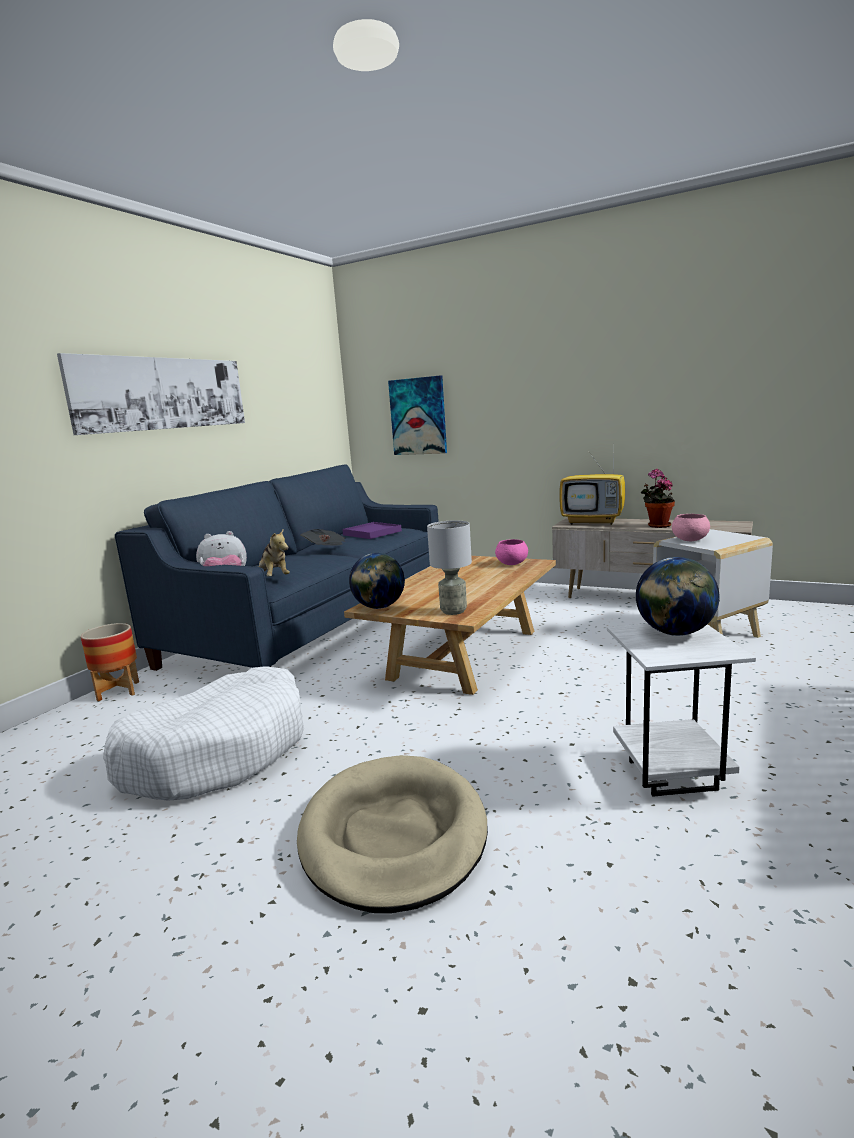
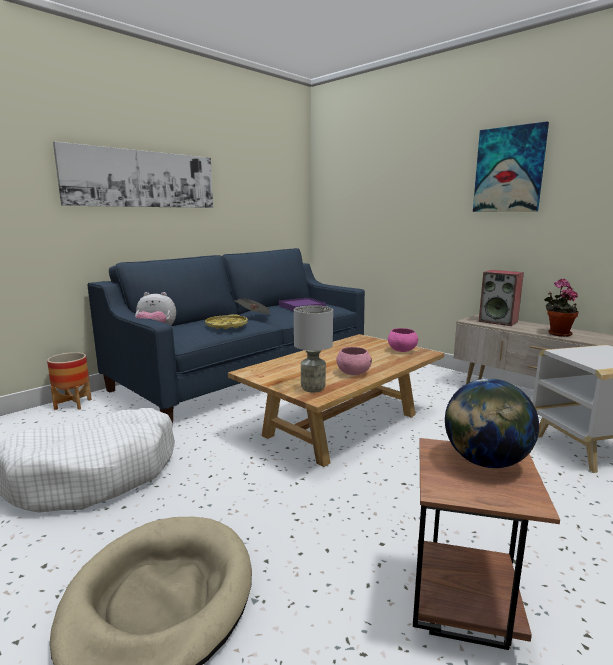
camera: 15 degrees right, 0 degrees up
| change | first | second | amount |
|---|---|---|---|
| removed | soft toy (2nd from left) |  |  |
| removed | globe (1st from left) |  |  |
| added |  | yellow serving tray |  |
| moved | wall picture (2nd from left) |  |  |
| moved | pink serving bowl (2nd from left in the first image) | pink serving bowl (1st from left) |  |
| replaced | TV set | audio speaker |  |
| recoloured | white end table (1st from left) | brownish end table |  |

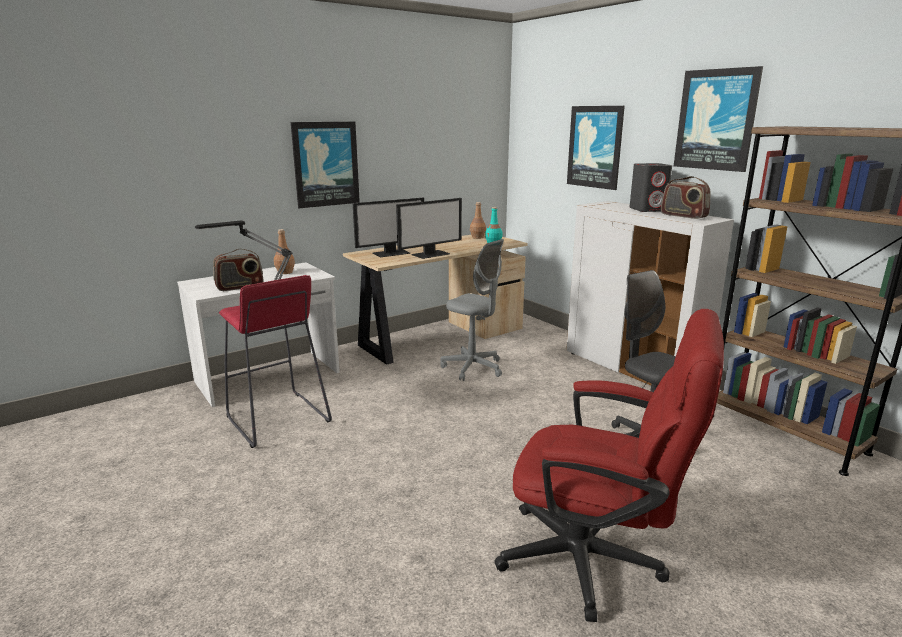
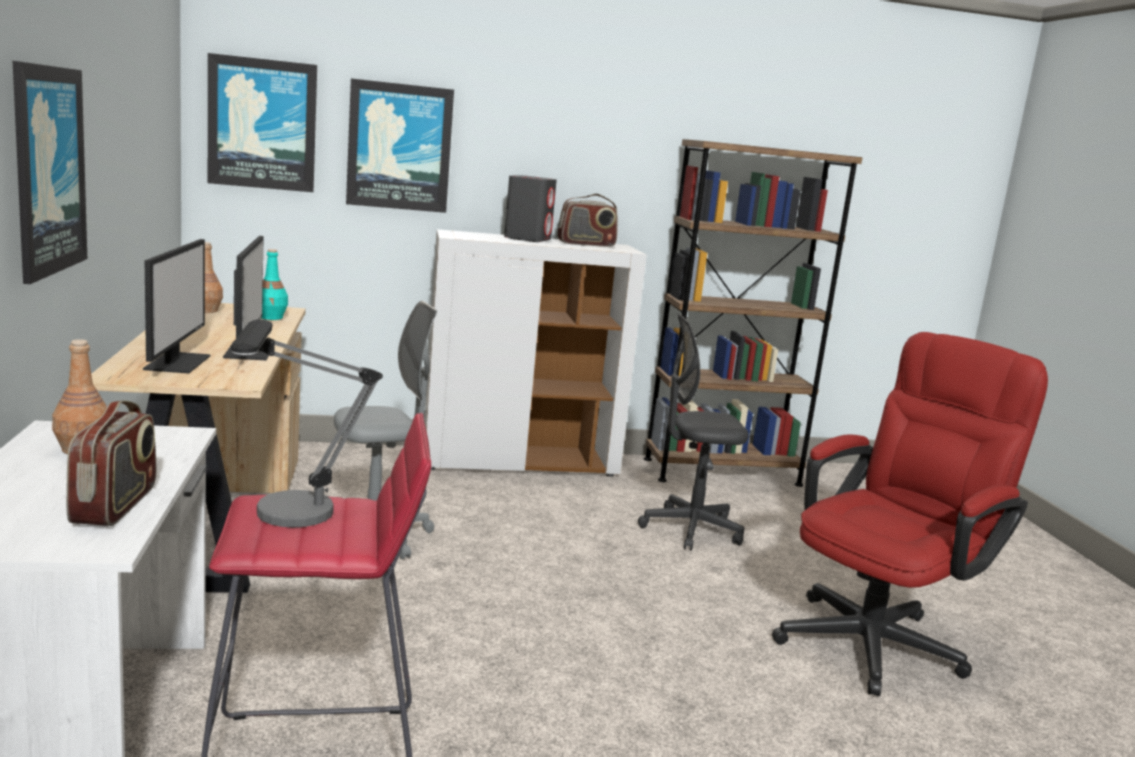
camera: 65 degrees left, 5 degrees down
| change | first | second | amount |
|---|---|---|---|
| moved | wall picture (3rd from left in the first image) | wall picture (2nd from left) |  |

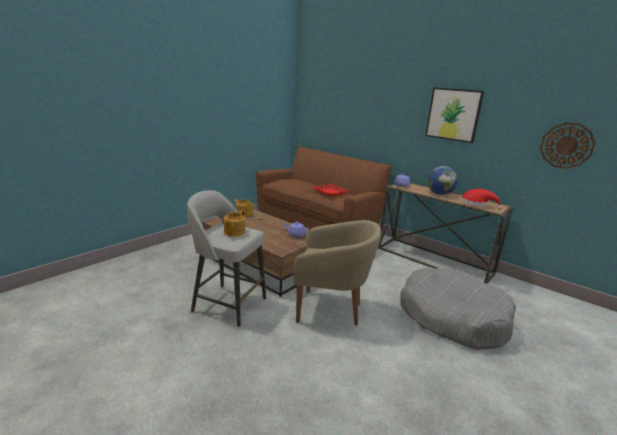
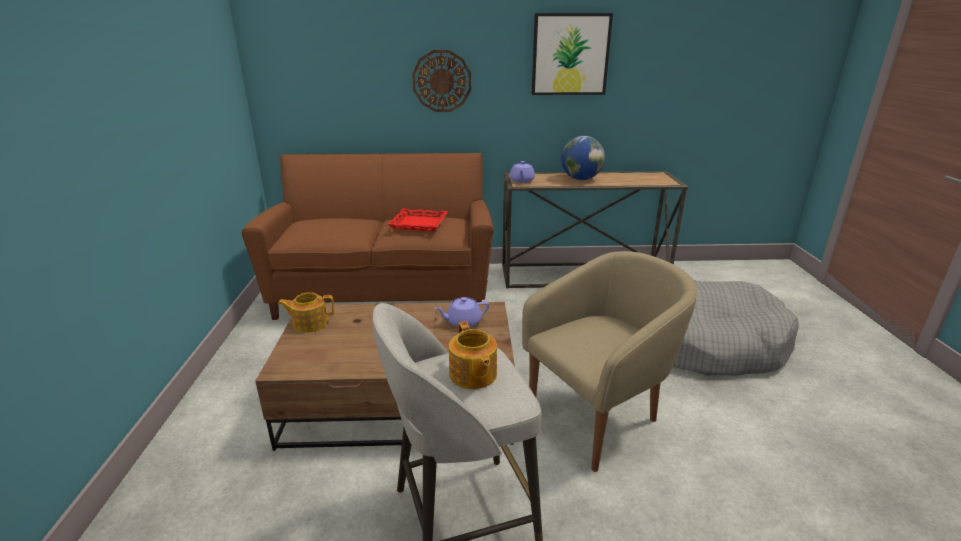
camera: 40 degrees left, 5 degrees up
| change | first | second | amount |
|---|---|---|---|
| removed | reddish wearable hat |  |  |
| moved | wall clock |  |  |

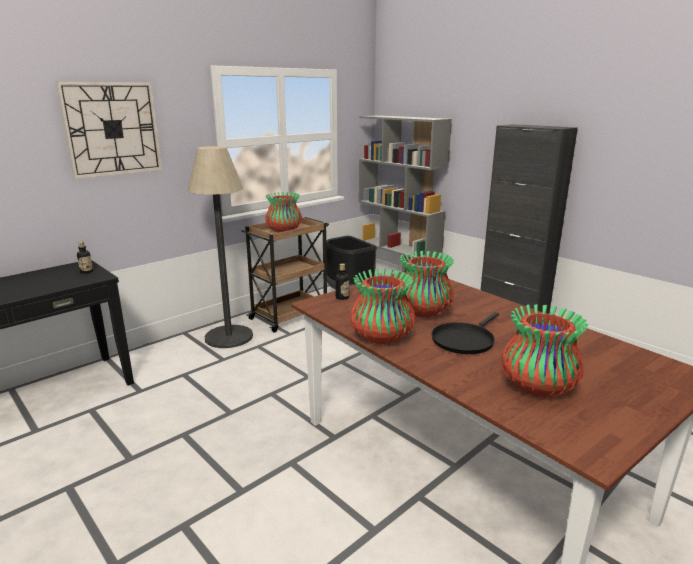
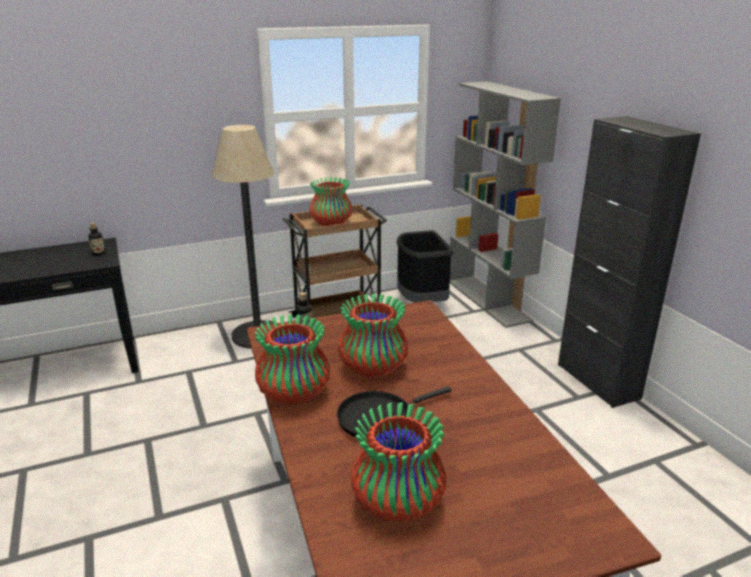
camera: 20 degrees right, 5 degrees up
| change | first | second | amount |
|---|---|---|---|
| removed | wall clock |  |  |

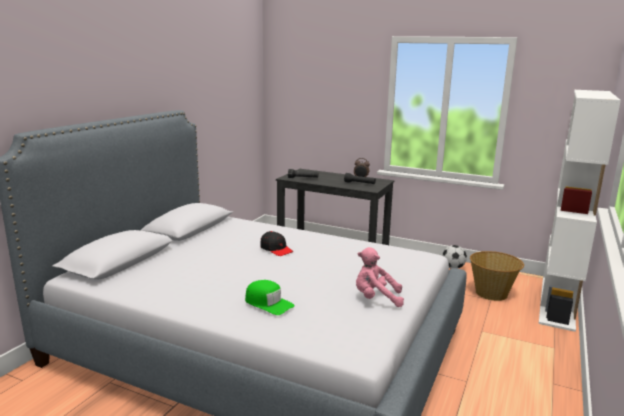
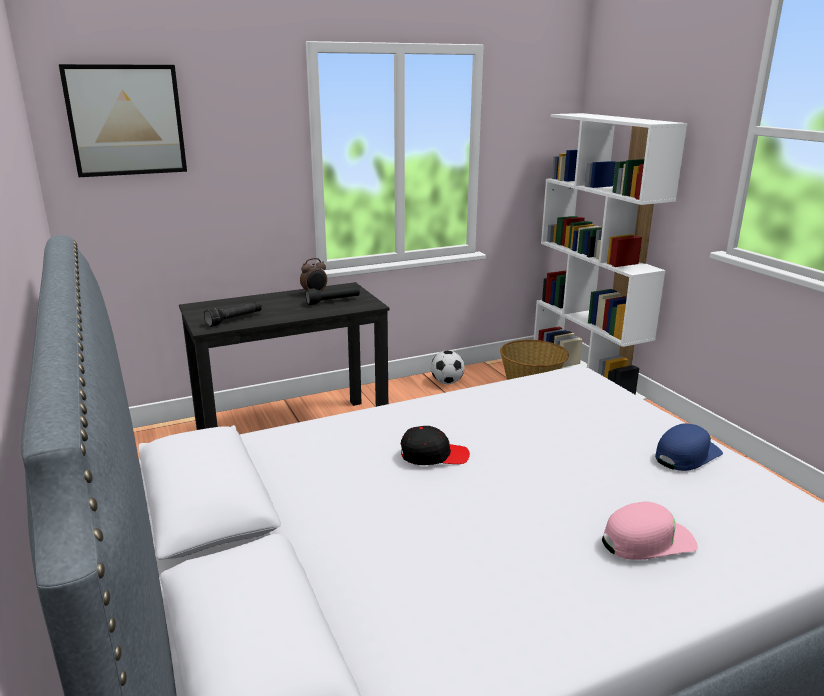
camera: 50 degrees left, 5 degrees up
| change | first | second | amount |
|---|---|---|---|
| added |  | wall picture |  |
| replaced | pink soft toy | bluish cap |  |
| recoloured | greenish cap | pink cap |  |

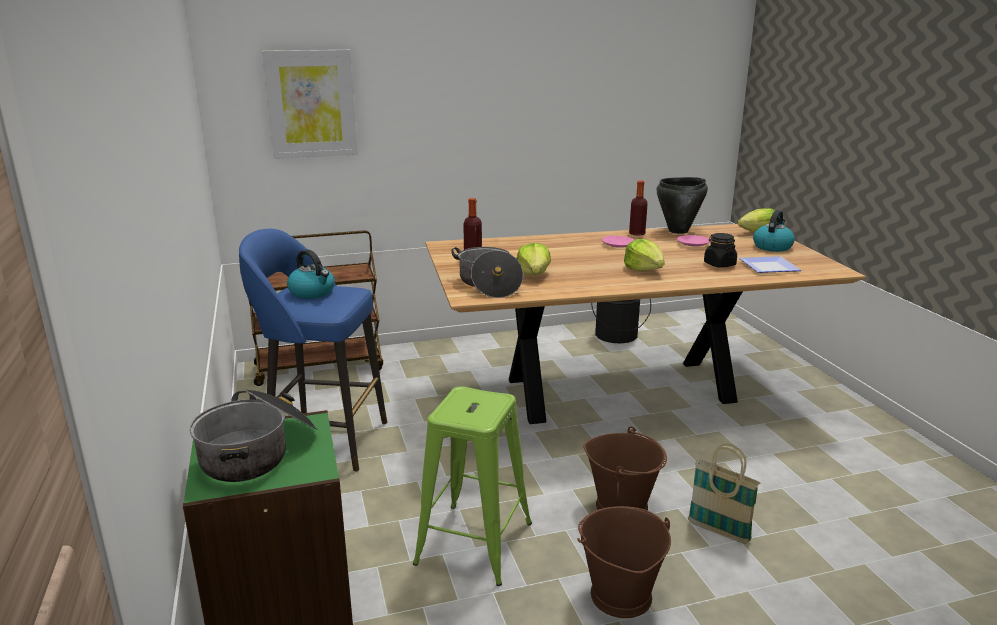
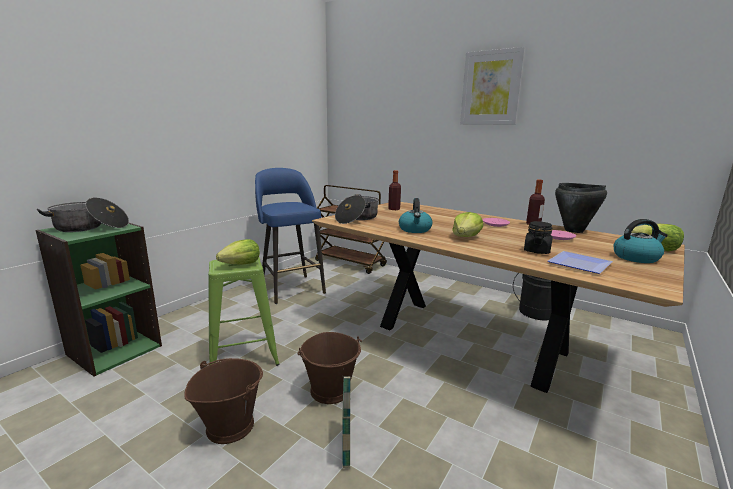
camera: 50 degrees right, 5 degrees down
| change | first | second | amount |
|---|---|---|---|
| moved | wall picture |  |  |
| moved | tea kettle (1st from left) |  |  |
| moved | lettuce (1st from left) |  |  |

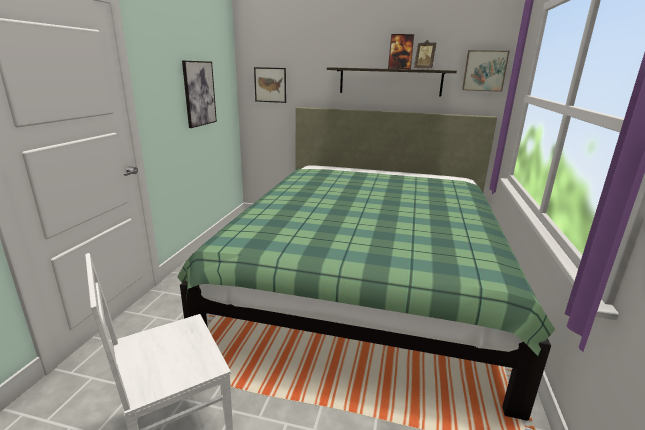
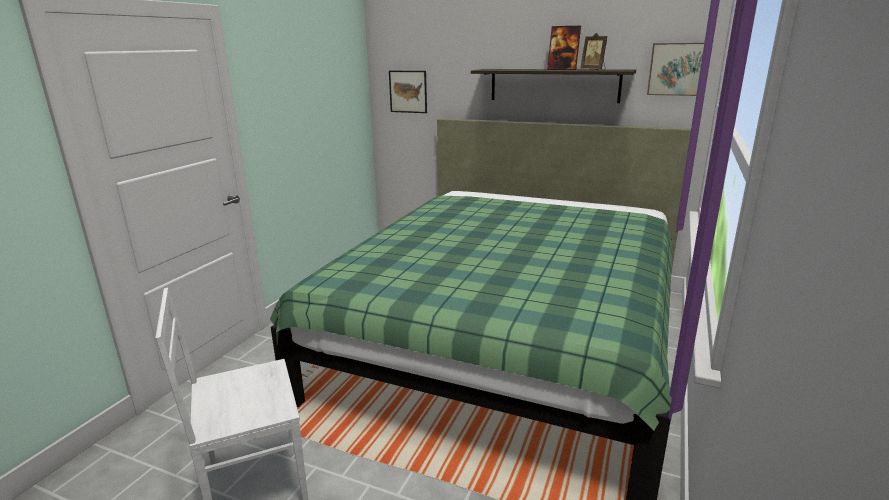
camera: 10 degrees right, 0 degrees up
| change | first | second | amount |
|---|---|---|---|
| removed | wall picture (1st from left) |  |  |

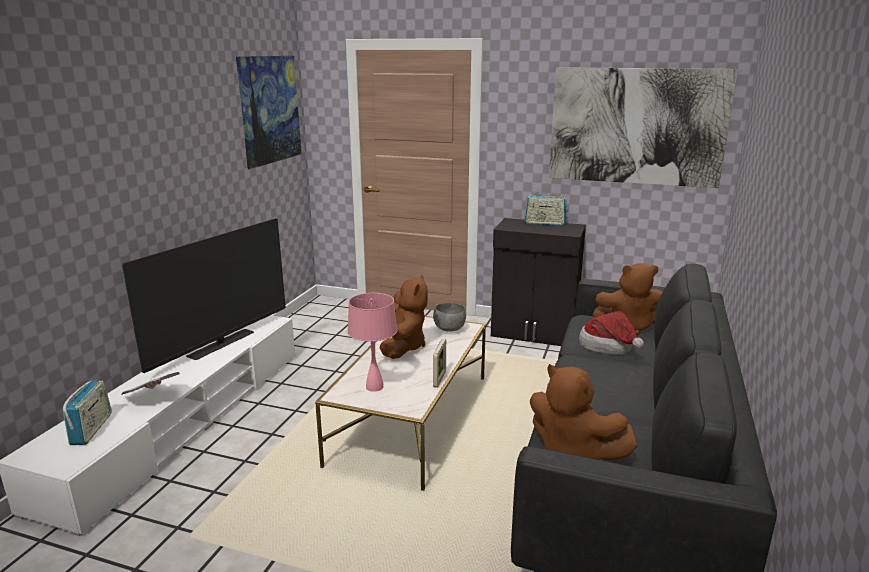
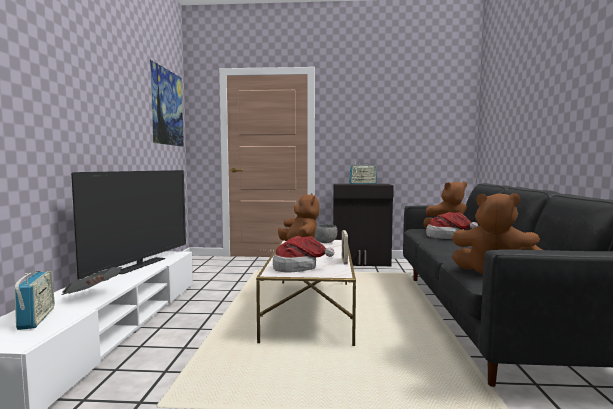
camera: 15 degrees left, 15 degrees down
| change | first | second | amount |
|---|---|---|---|
| removed | wall picture (2nd from left) |  |  |
| replaced | pink tabletop lamp | wearable hat (1st from left) |  |

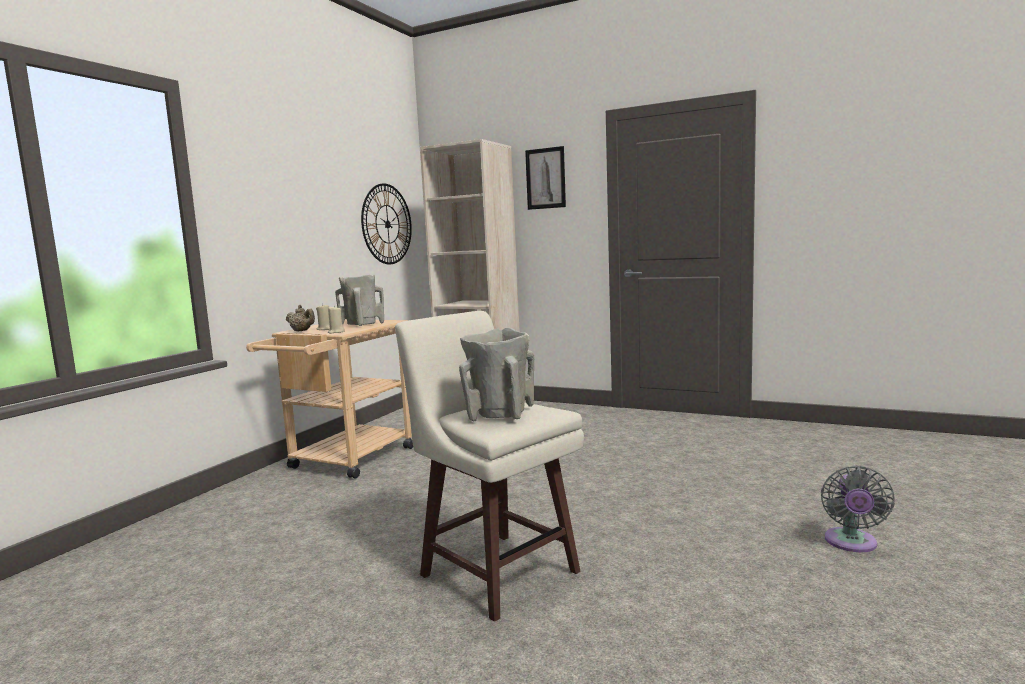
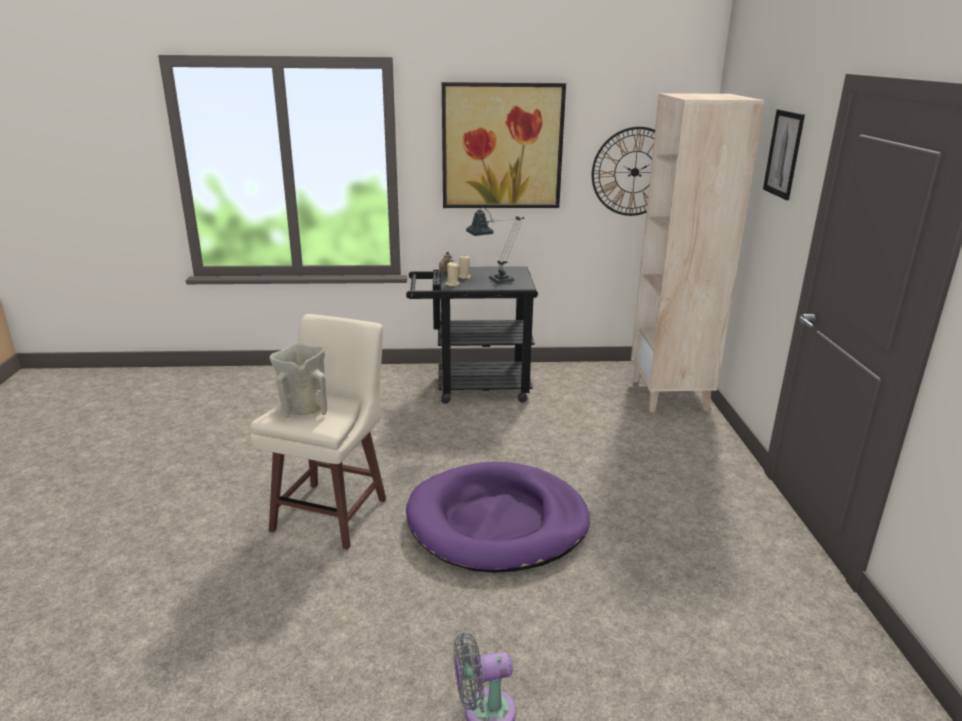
camera: 60 degrees right, 15 degrees up
| change | first | second | amount |
|---|---|---|---|
| added |  | purplish pet bed |  |
| added |  | wall picture (1st from left) |  |
| replaced | beige flower vase (1st from left) | tabletop lamp |  |
| recoloured | beige cart | black cart |  |

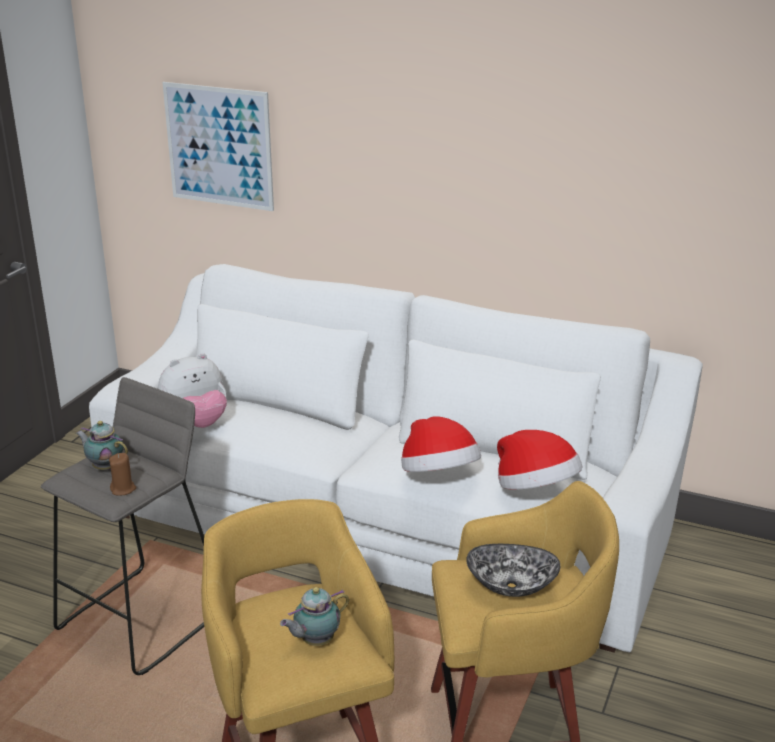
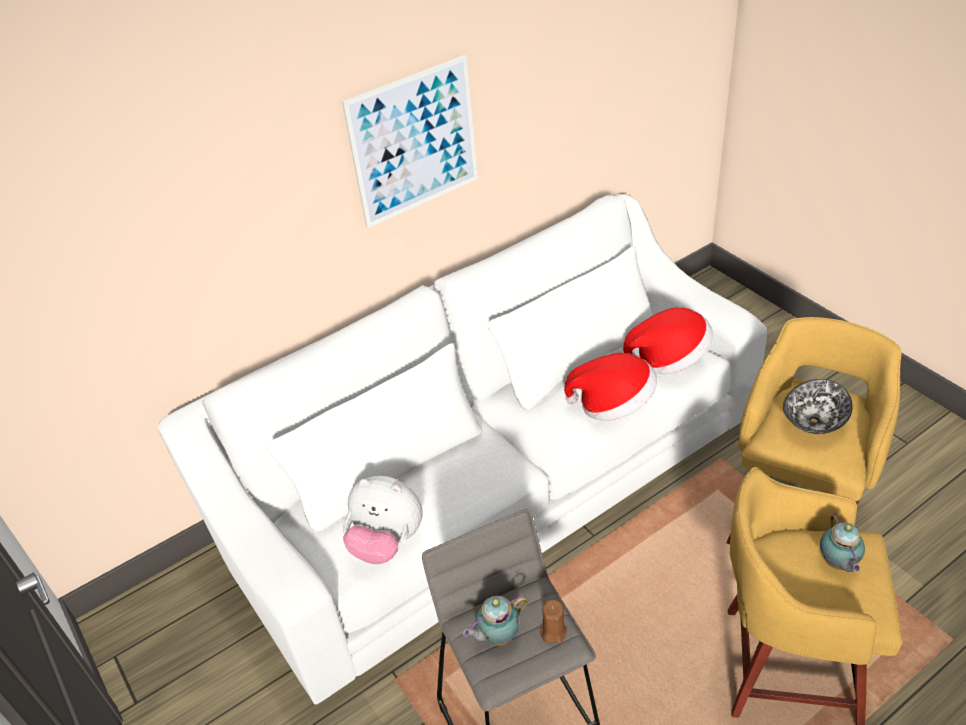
camera: 55 degrees left, 15 degrees up
| change | first | second | amount |
|---|---|---|---|
| moved | wall picture |  |  |
| turned | soft toy |  | 105 degrees clockwise |

